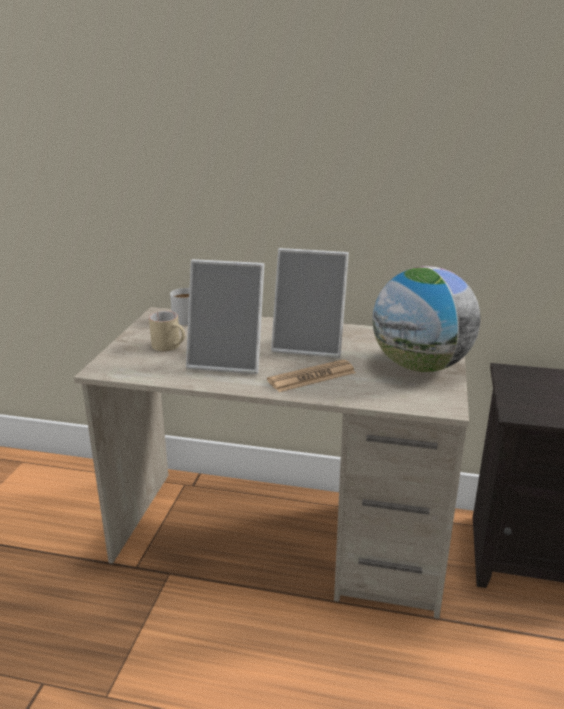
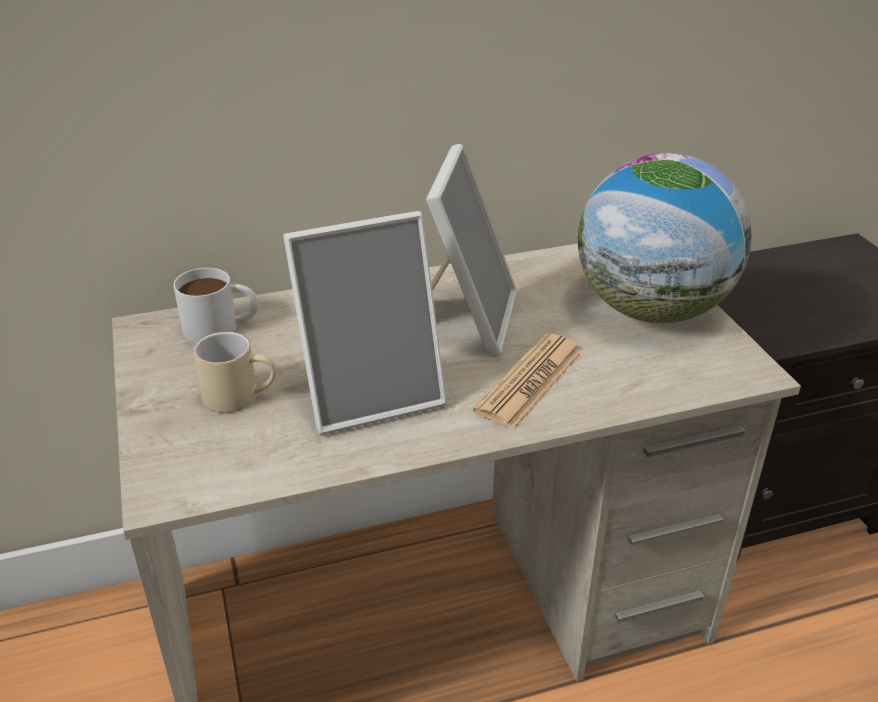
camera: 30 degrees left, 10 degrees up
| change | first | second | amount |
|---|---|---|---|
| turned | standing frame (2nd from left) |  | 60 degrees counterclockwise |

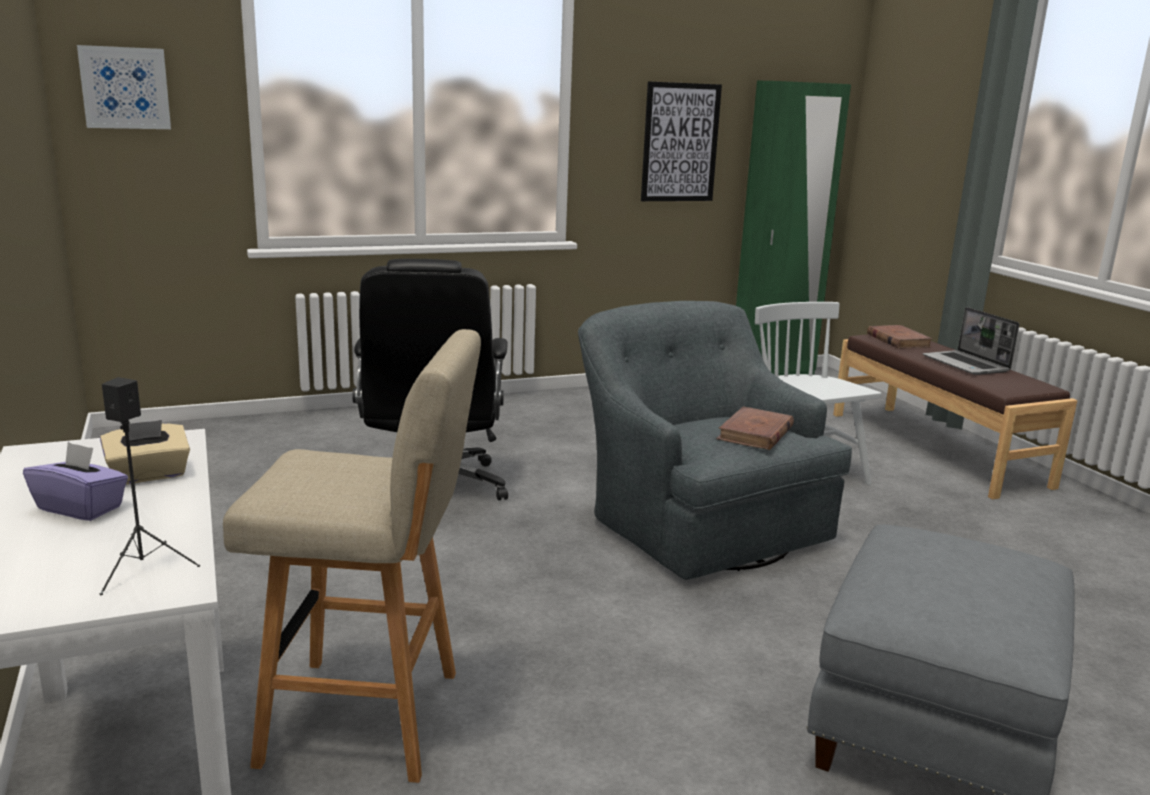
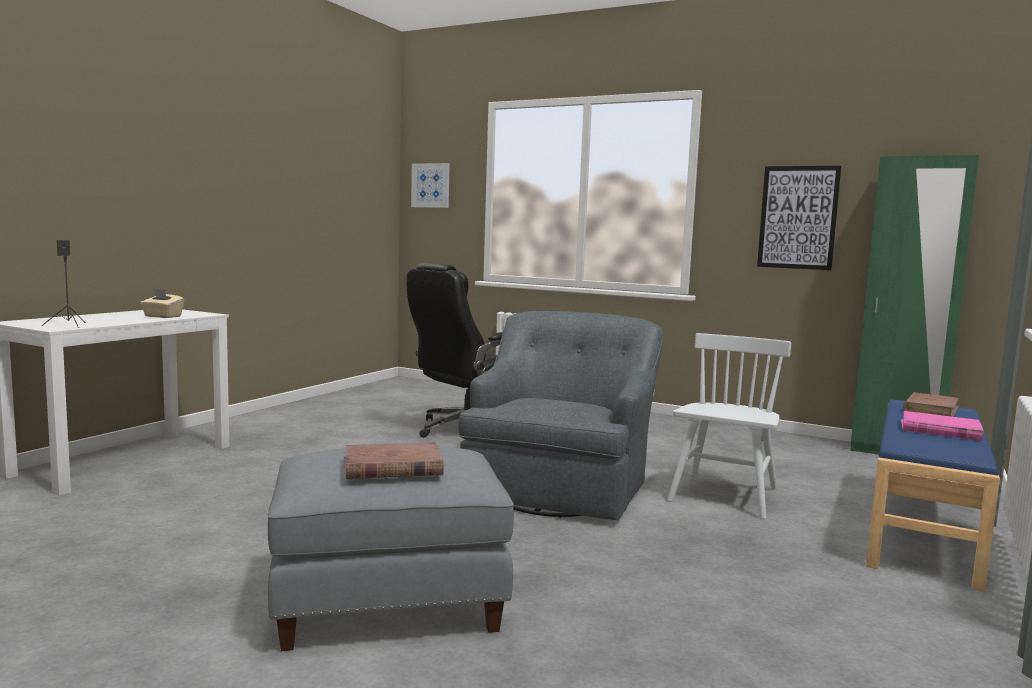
camera: 50 degrees right, 10 degrees down
| change | first | second | amount |
|---|---|---|---|
| removed | purplish tissue holder |  |  |
| removed | beige stool |  |  |
| moved | brownish book (1st from left) |  |  |
| replaced | laptop | pink book |  |
| recoloured | brownish bench | bluish bench |  |

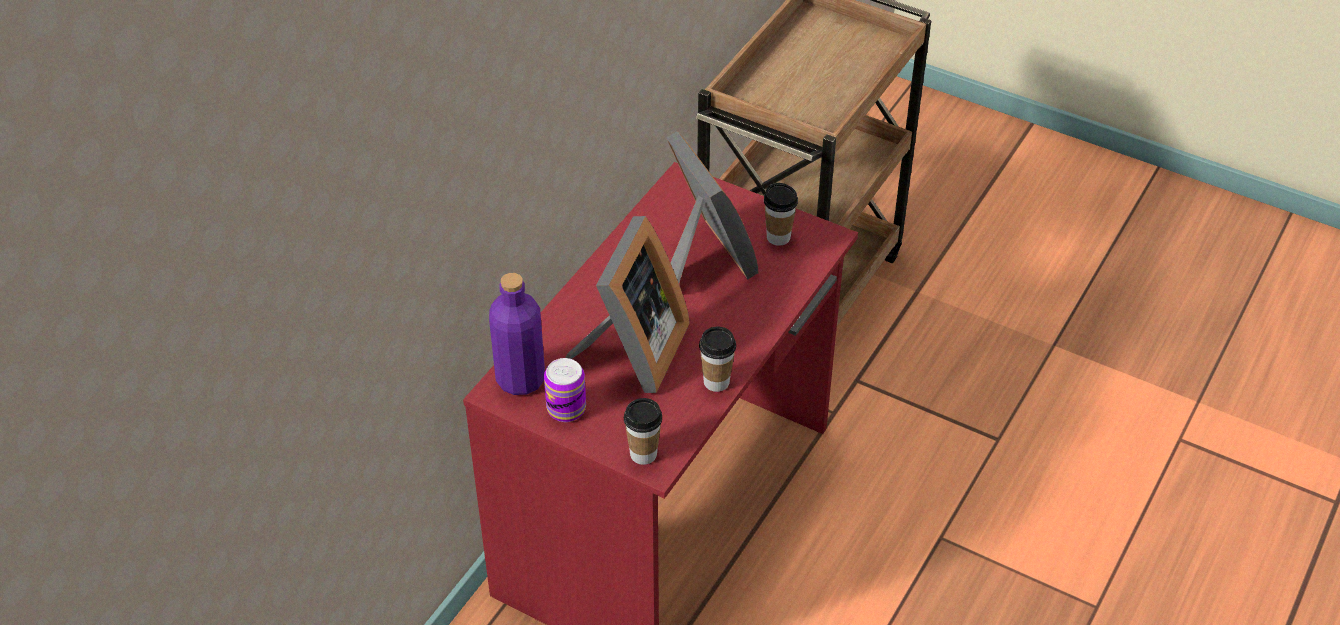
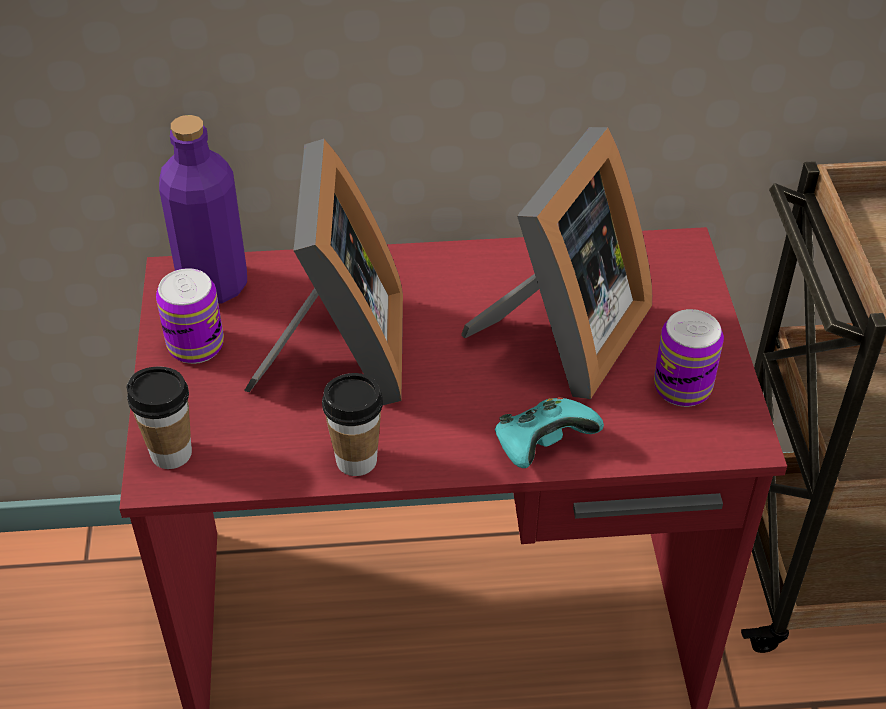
camera: 55 degrees right, 0 degrees up
| change | first | second | amount |
|---|---|---|---|
| added |  | blue-green gamepad |  |
| replaced | drinking cup (3rd from left) | can (2nd from left) |  |
| turned | standing frame (1st from left) |  | 75 degrees counterclockwise |

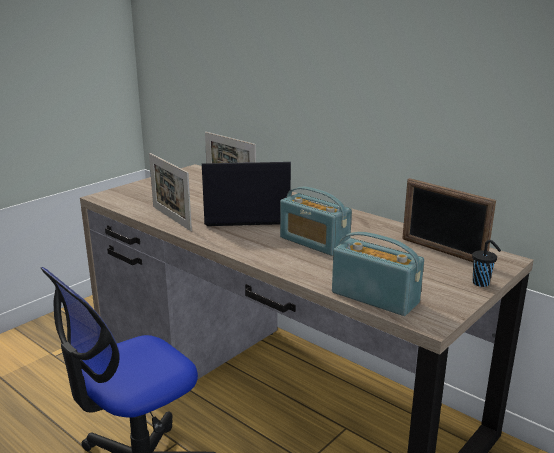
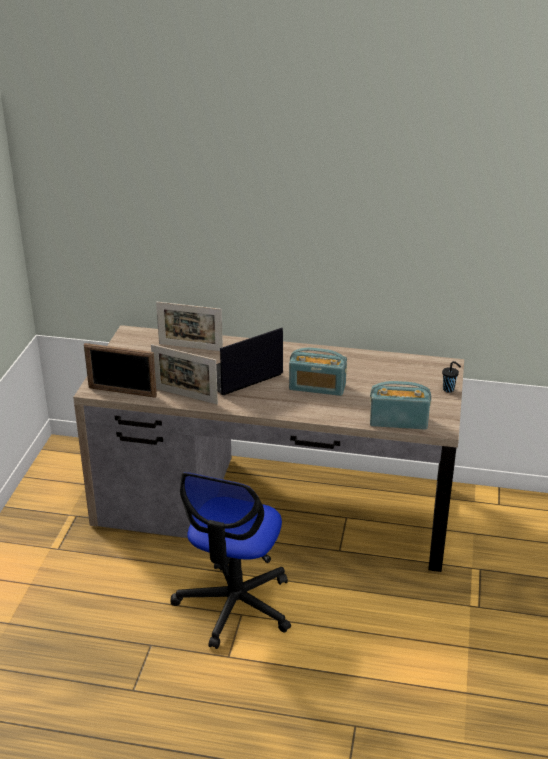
camera: 30 degrees left, 10 degrees up
| change | first | second | amount |
|---|---|---|---|
| moved | standing frame (3rd from left in the first image) | standing frame (1st from left) |  |

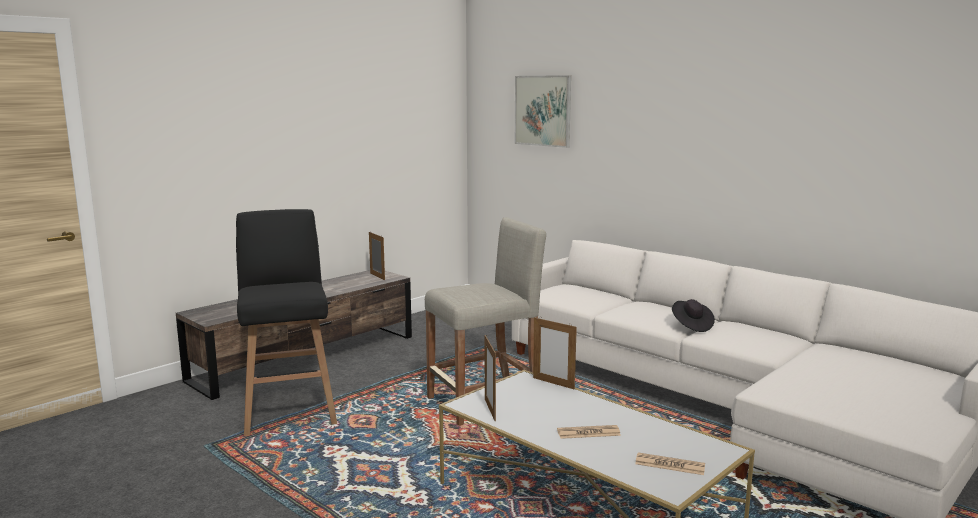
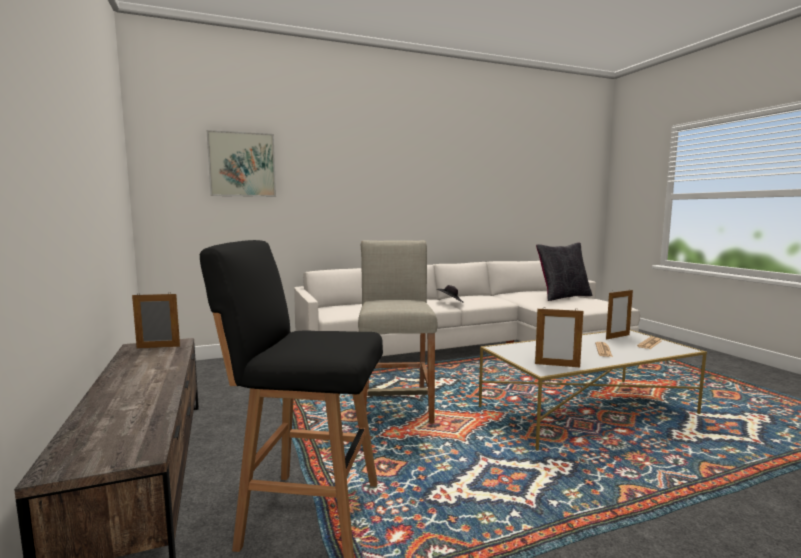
camera: 65 degrees left, 5 degrees down
| change | first | second | amount |
|---|---|---|---|
| added |  | black pillow |  |
| moved | standing frame (3rd from left) |  |  |

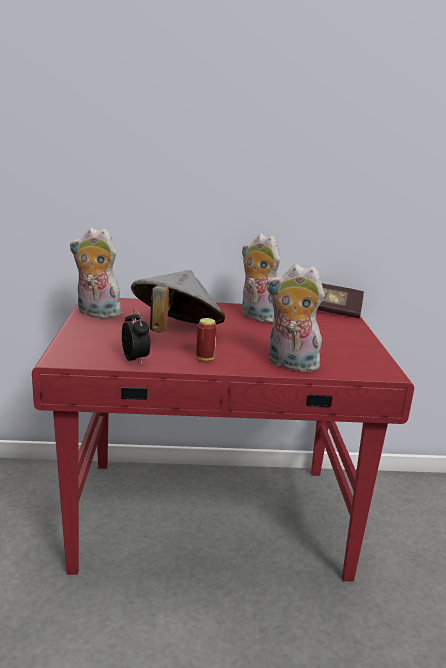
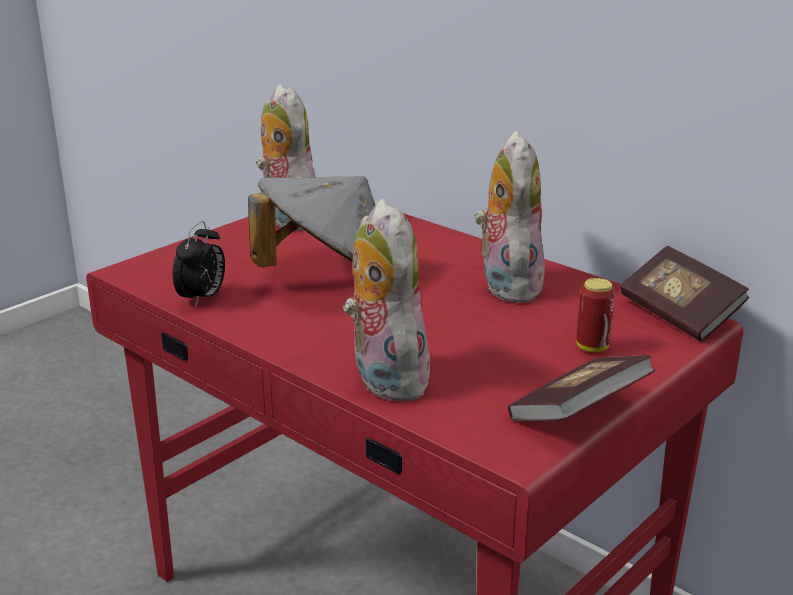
camera: 45 degrees right, 5 degrees up
| change | first | second | amount |
|---|---|---|---|
| added |  | book (1st from left) |  |
| moved | can |  |  |

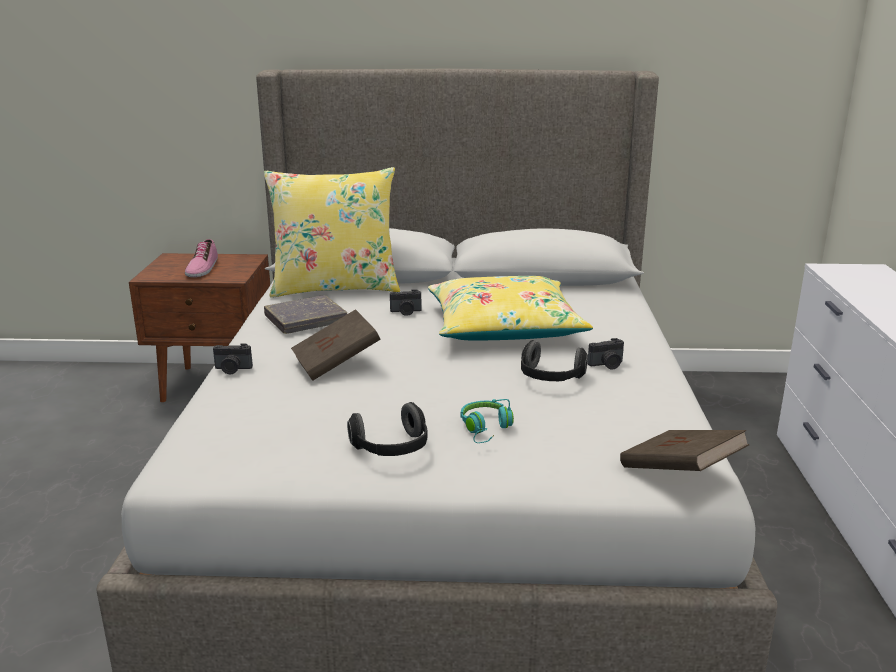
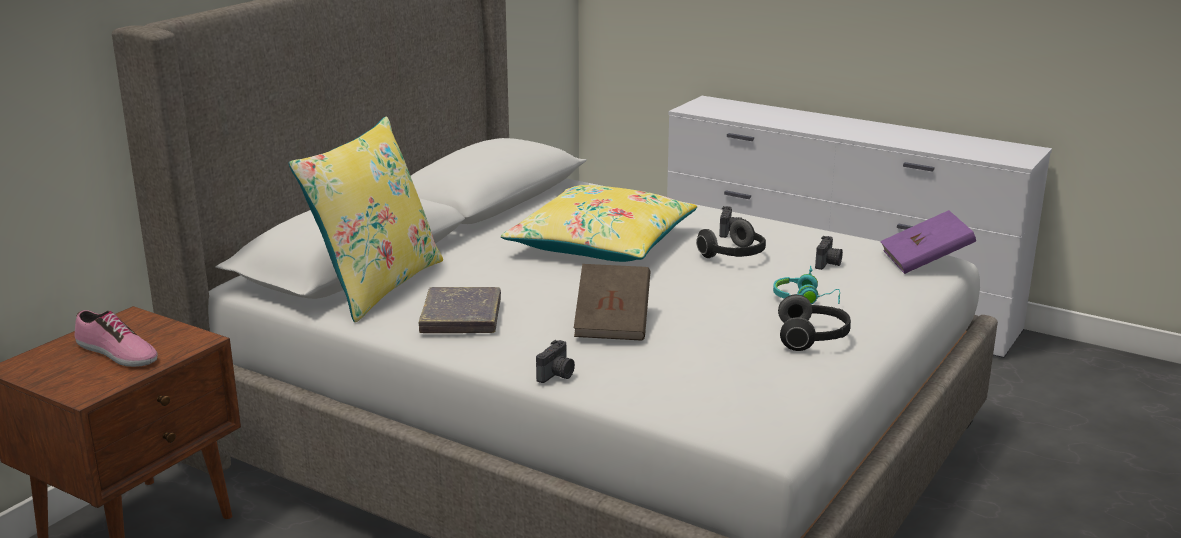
camera: 60 degrees left, 0 degrees up
| change | first | second | amount |
|---|---|---|---|
| moved | still camera (2nd from left in the first image) | still camera (3rd from left) |  |
| recoloured | brownish book (2nd from left) | purplish book |  |

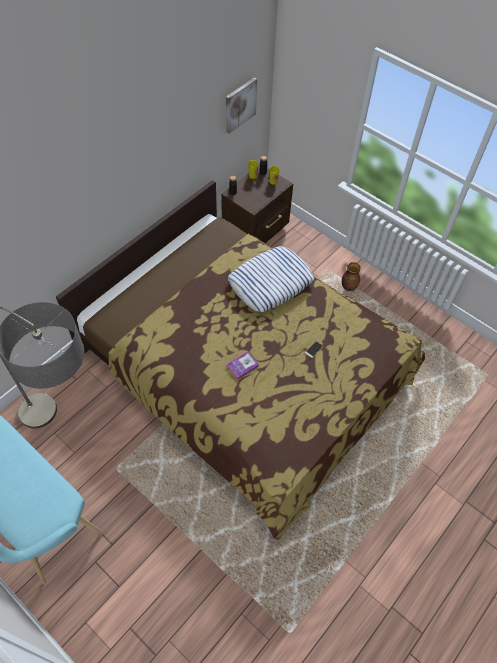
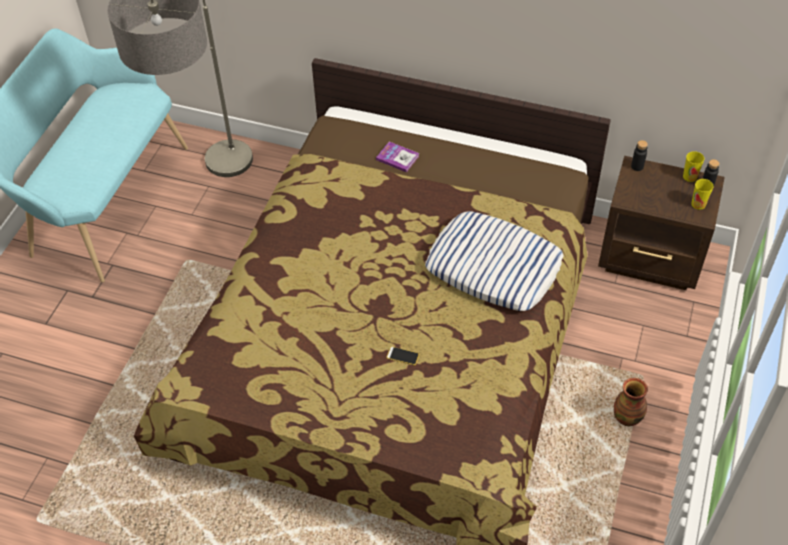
camera: 70 degrees right, 5 degrees down
| change | first | second | amount |
|---|---|---|---|
| removed | wall picture |  |  |
| moved | book |  |  |

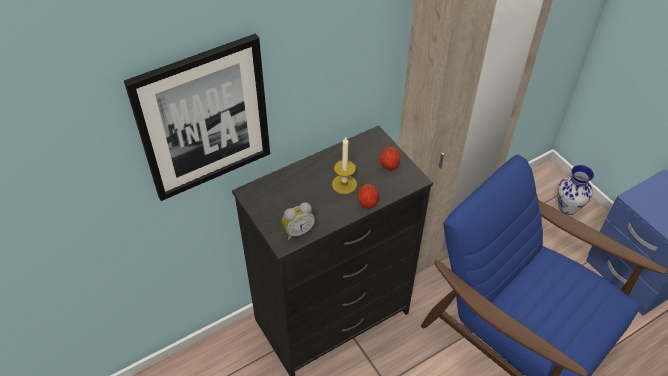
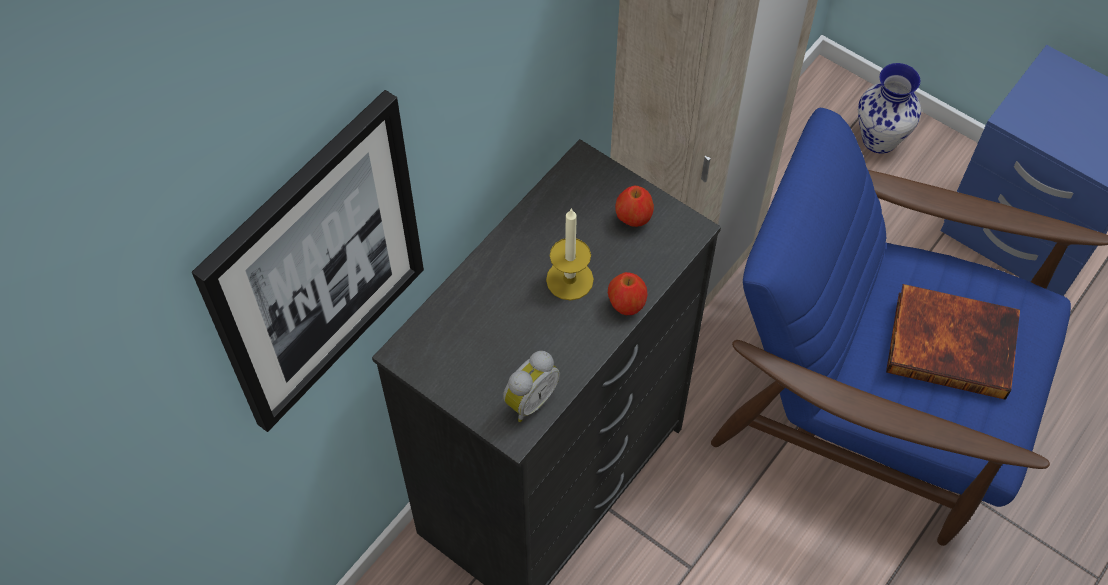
camera: 20 degrees left, 10 degrees up
| change | first | second | amount |
|---|---|---|---|
| added |  | book |  |

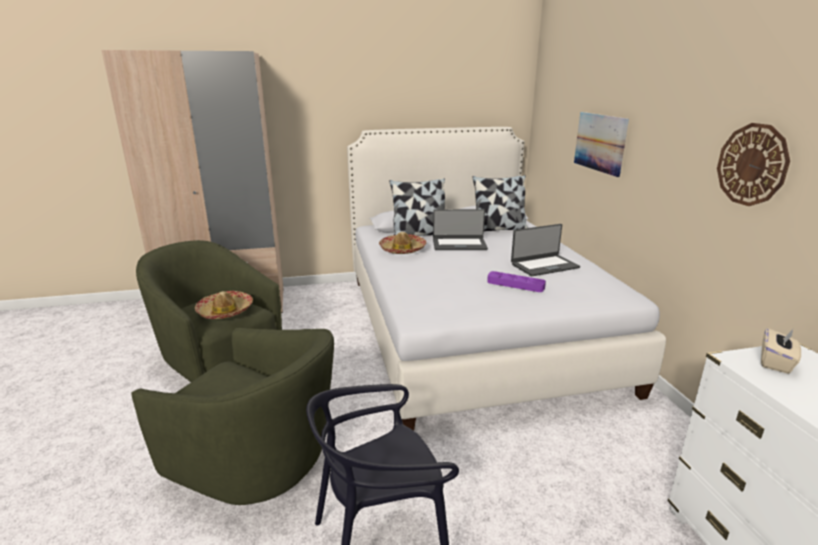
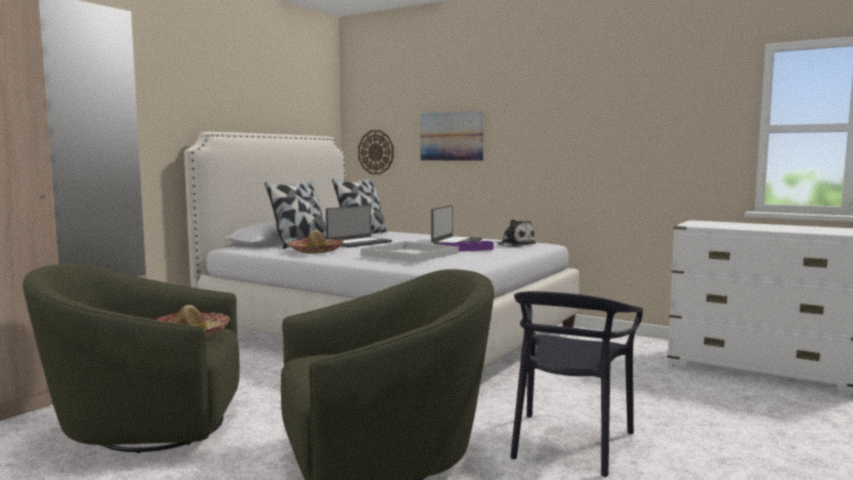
camera: 45 degrees left, 15 degrees down
| change | first | second | amount |
|---|---|---|---|
| removed | beige tissue holder |  |  |
| added |  | white serving tray |  |
| added |  | soft toy |  |
| moved | wall clock |  |  |

